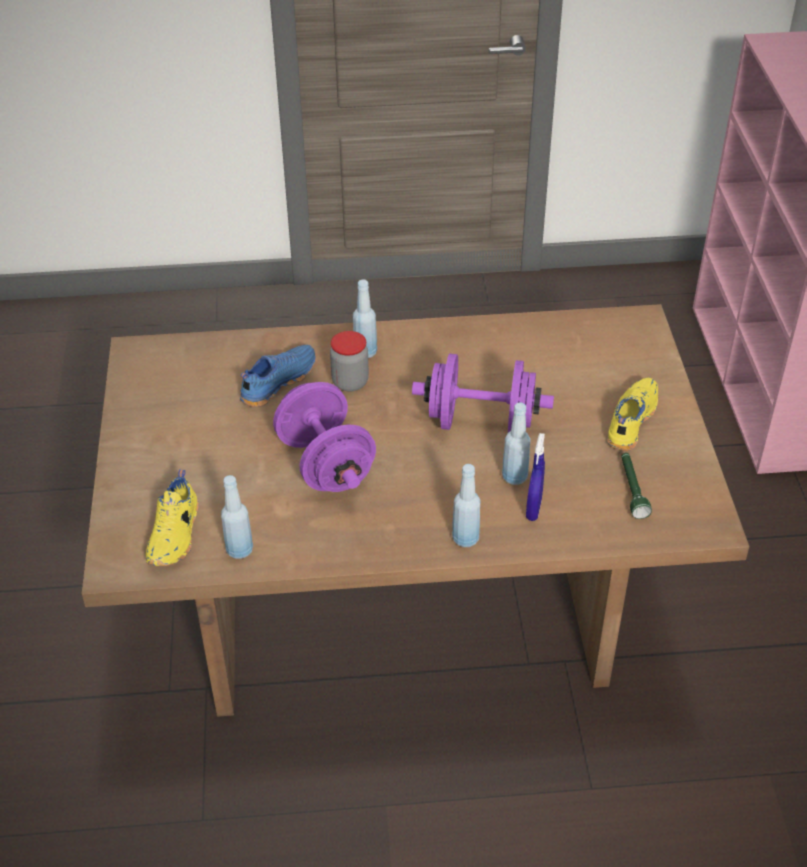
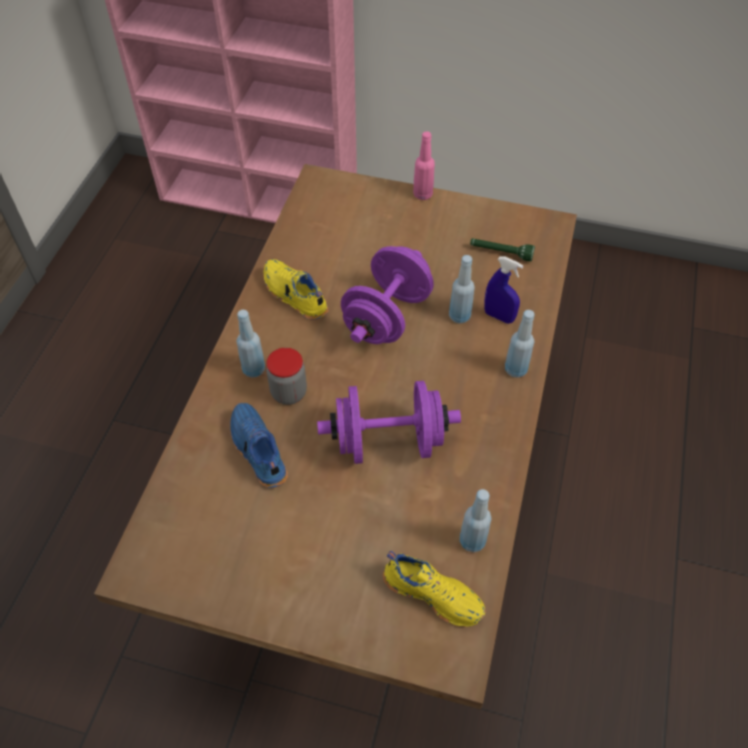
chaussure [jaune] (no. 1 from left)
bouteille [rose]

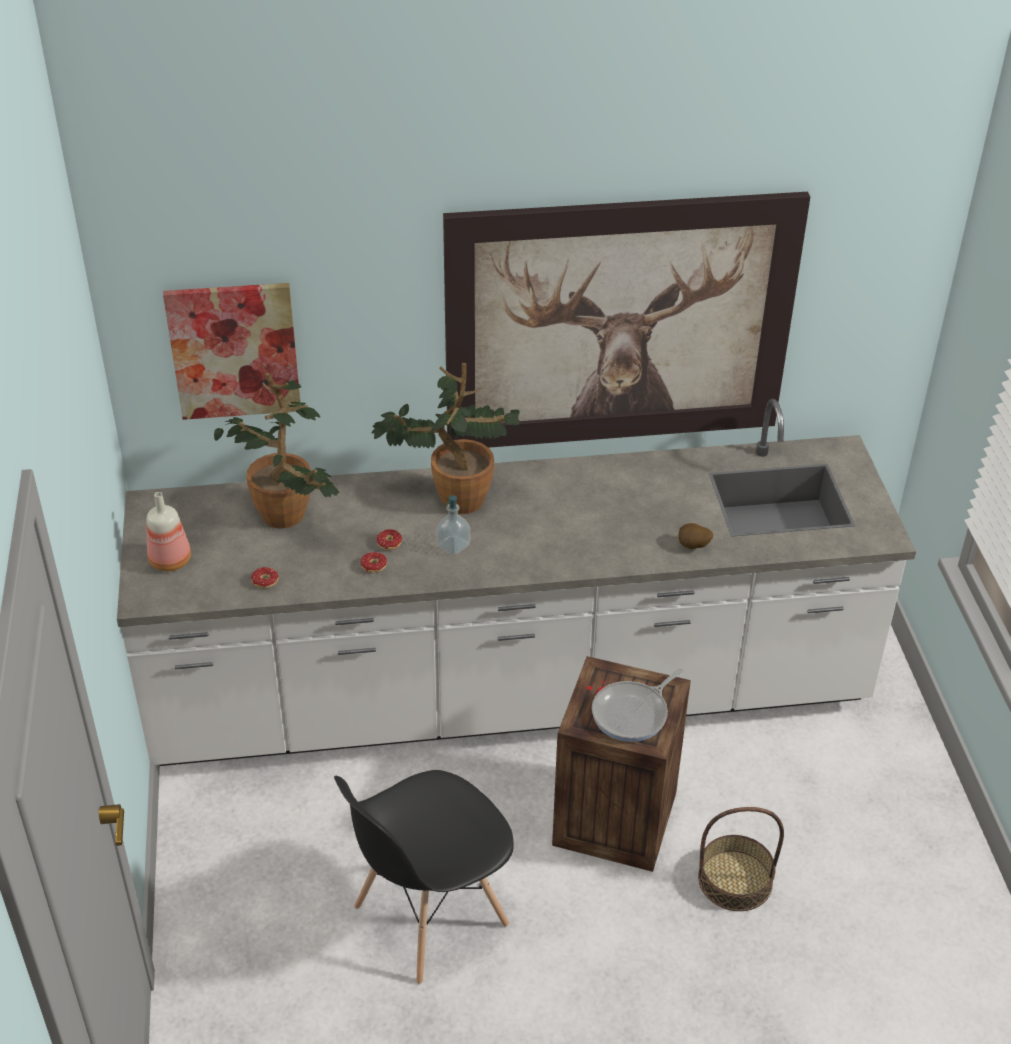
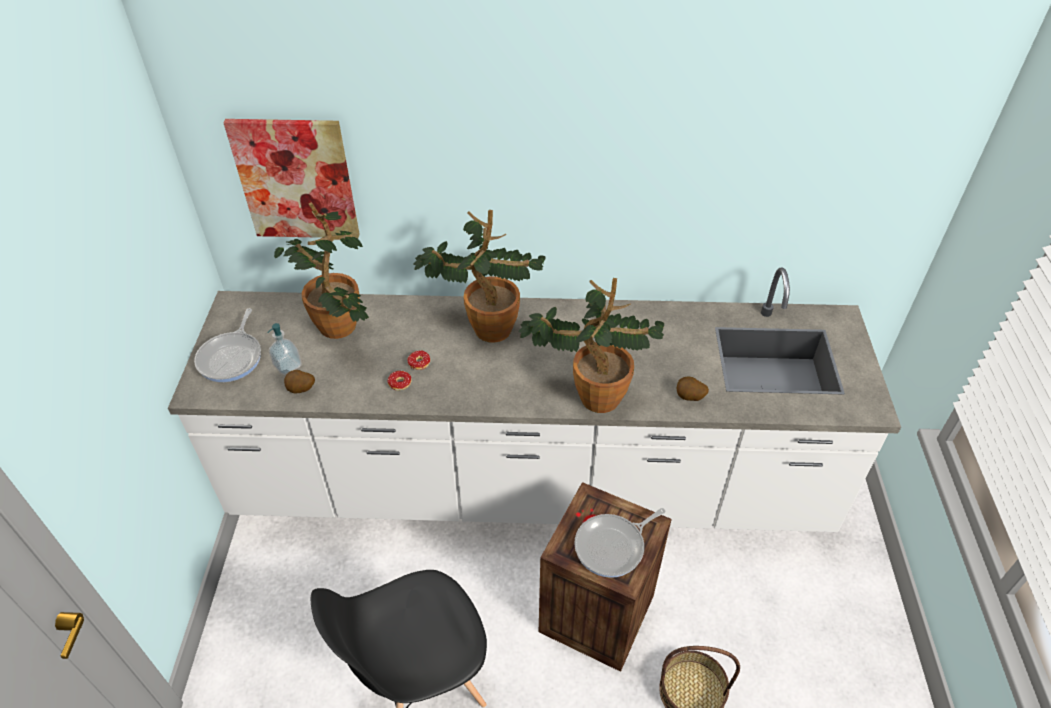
tableau (no. 2 from left in the first image)
poêle (no. 1 from left)
distributeur de savon
pomme de terre (no. 1 from left)
plante en pot (no. 3 from left)

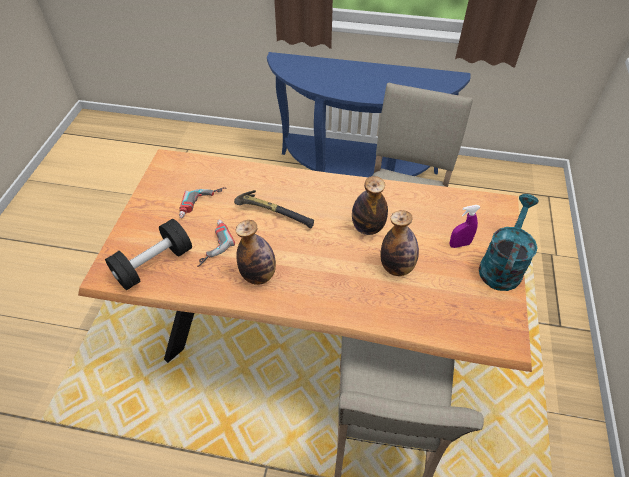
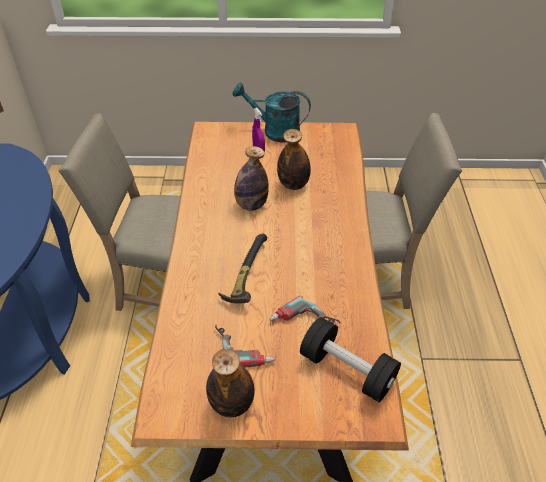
bouteille (no. 1 from left)

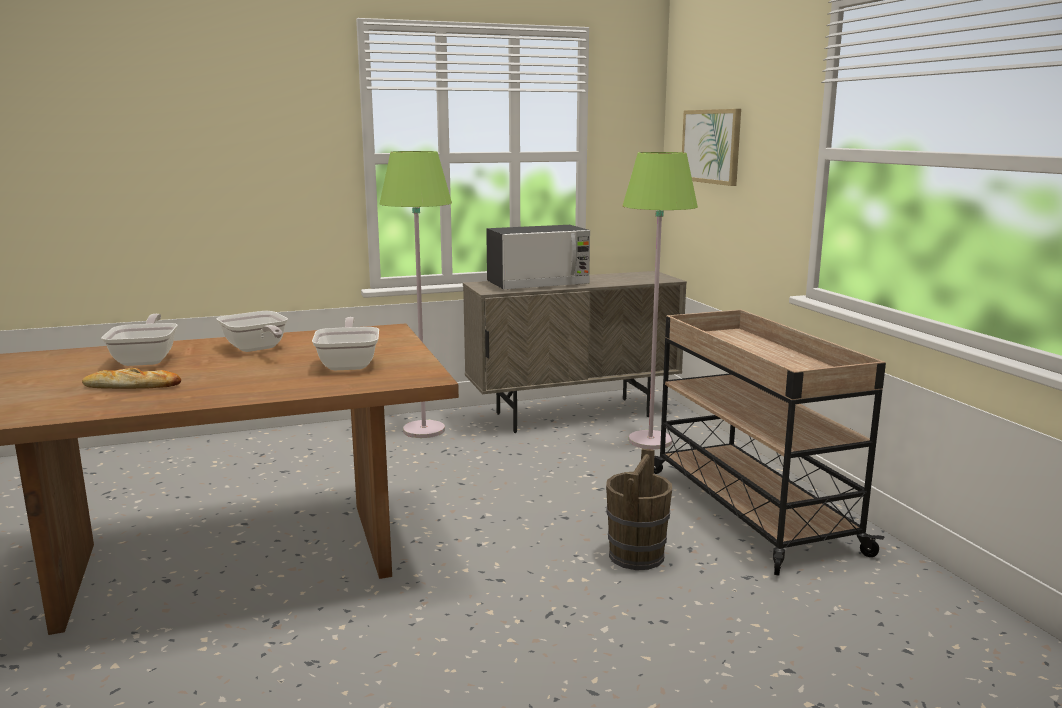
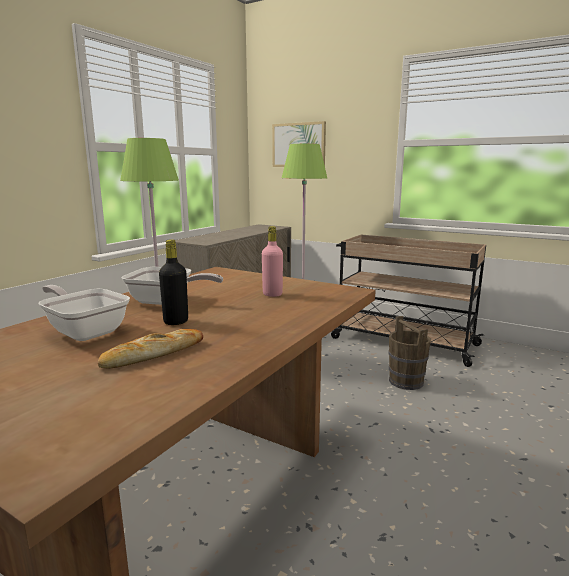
micro-ondes
bouteille [rose]
bouteille [noir]

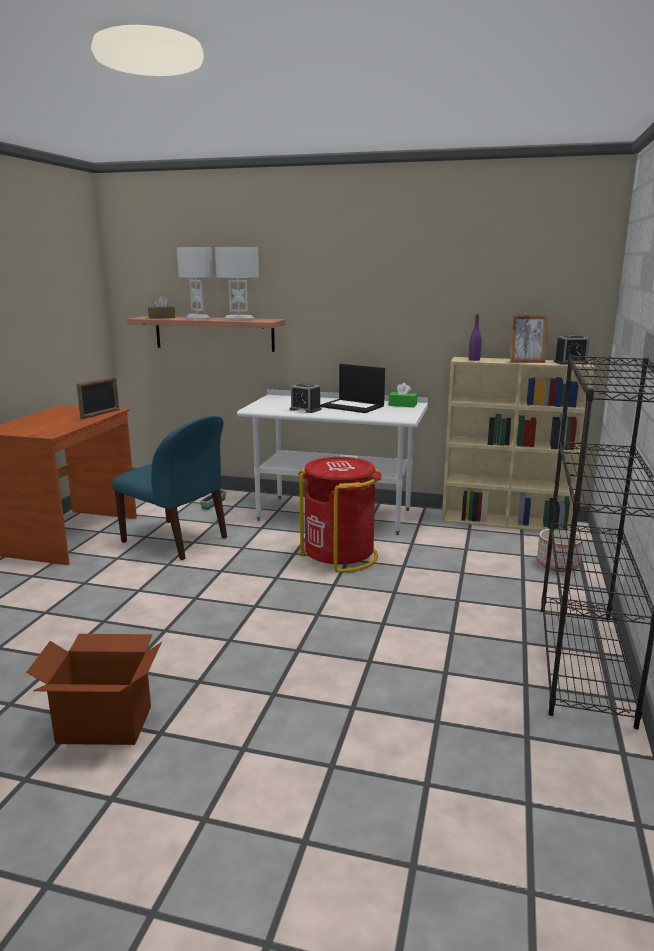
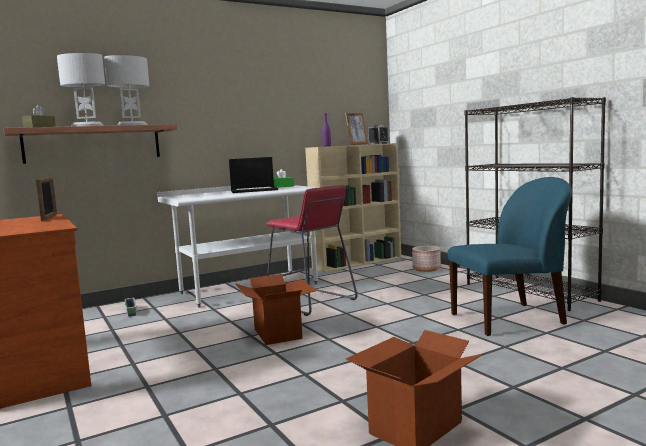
réveil (no. 1 from left in the first image)
chaise [bleu]
tabouret [rouge]
carton (no. 1 from left)

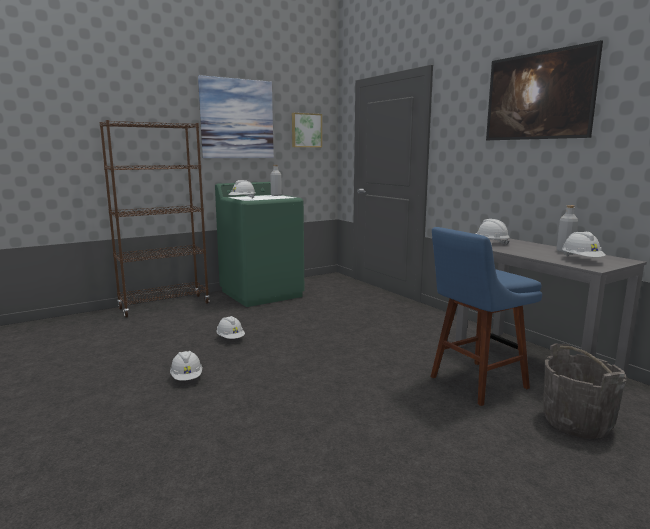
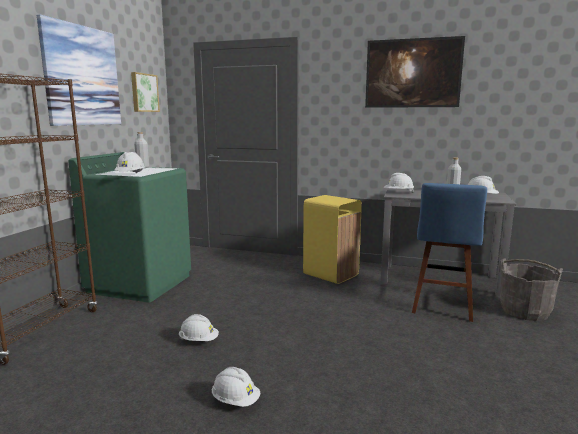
poubelle [jaune]

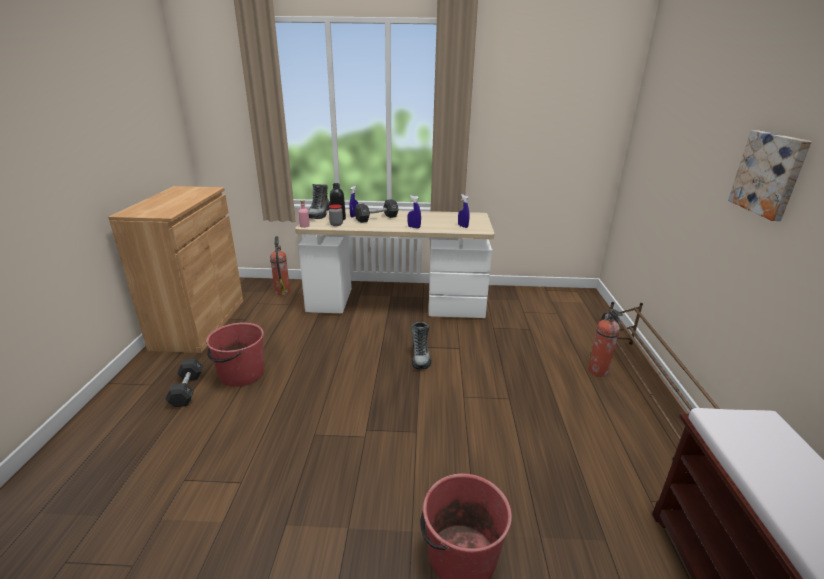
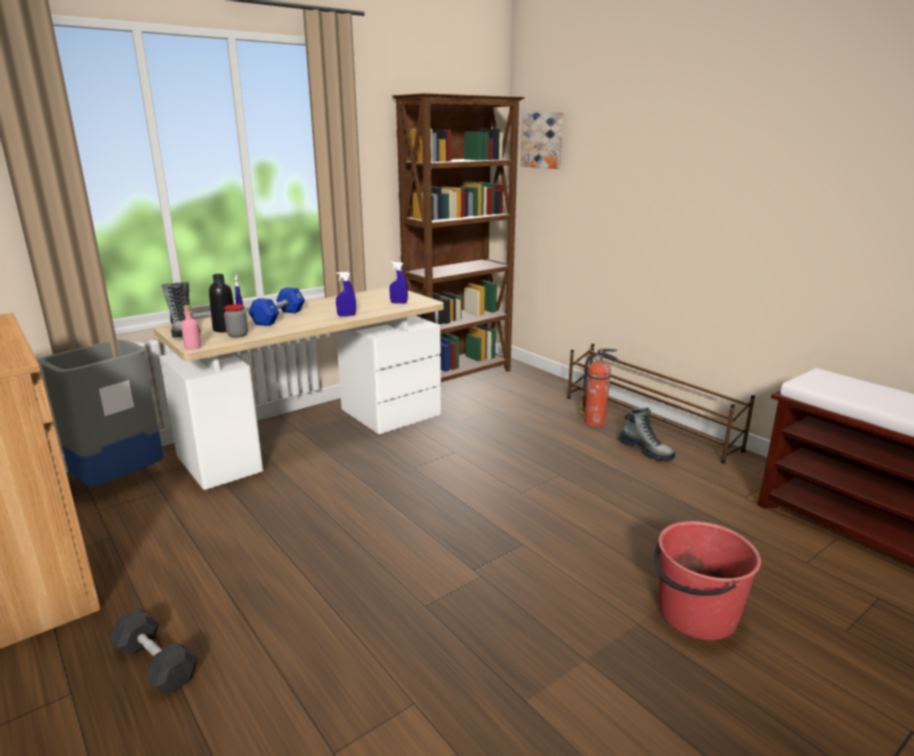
tableau
haltère [bleu]
poubelle [gris]
seau [rouge] (no. 1 from left in the first image)
botte (no. 2 from left)
bibliothèque [marron]

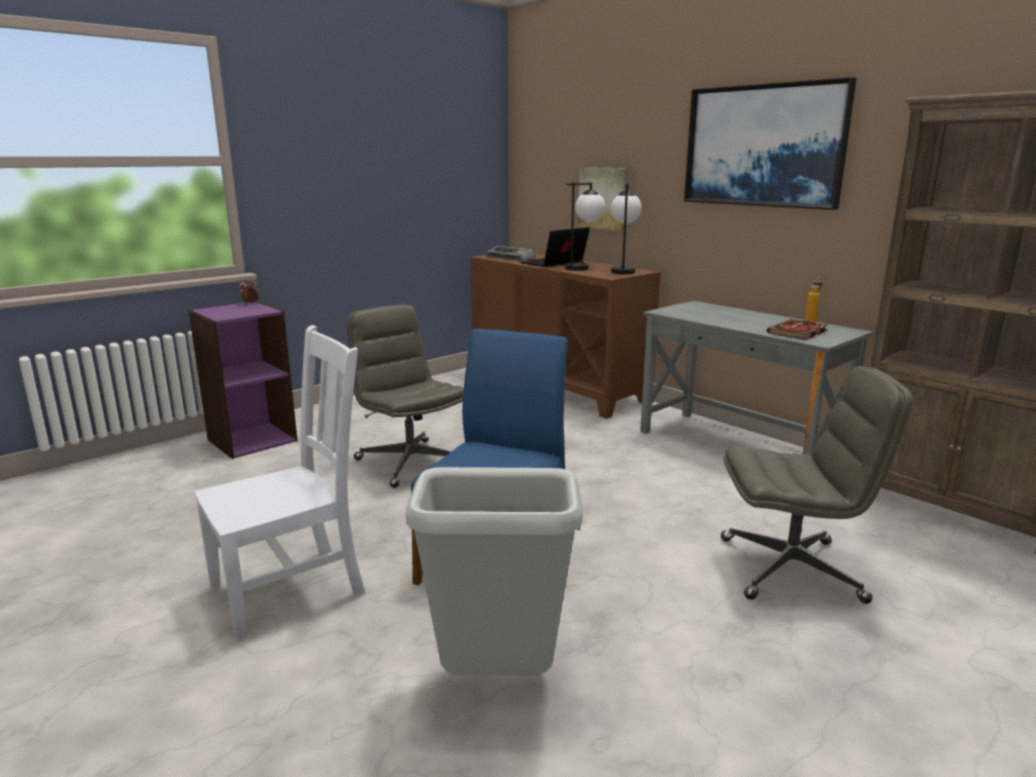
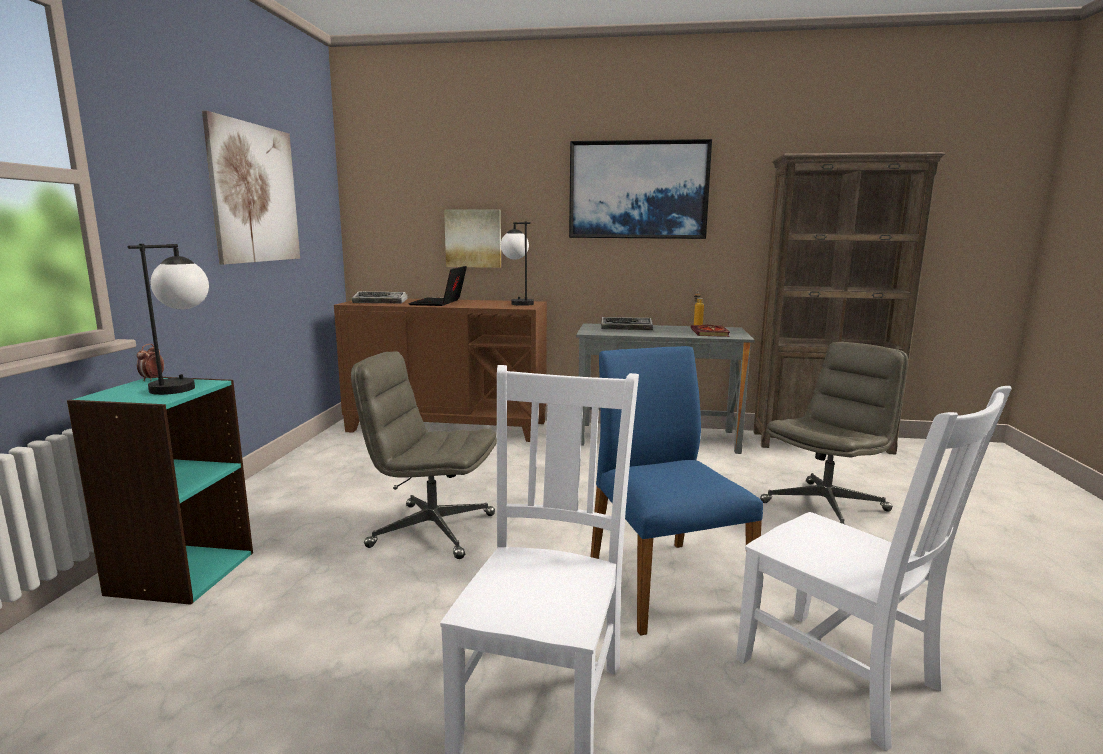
lampe de table (no. 1 from left)
bibliothèque [turquoise]
chaise [blanc] (no. 2 from left)
tableau (no. 1 from left)
clavier (no. 2 from left)

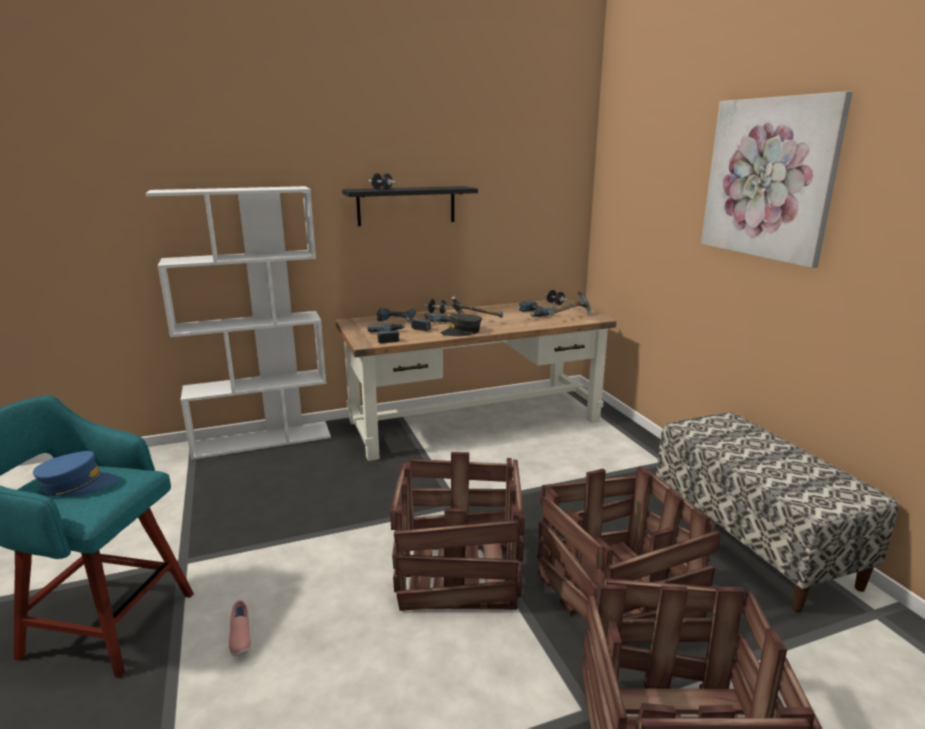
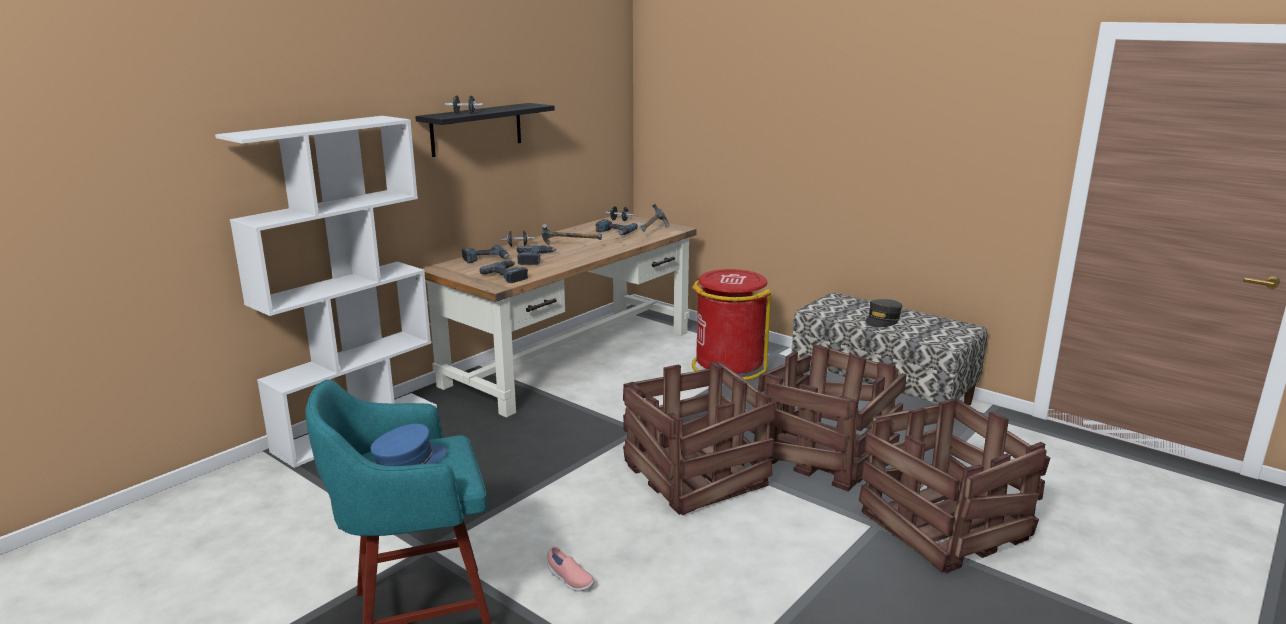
tableau
casquette [gris]
poubelle [rouge]

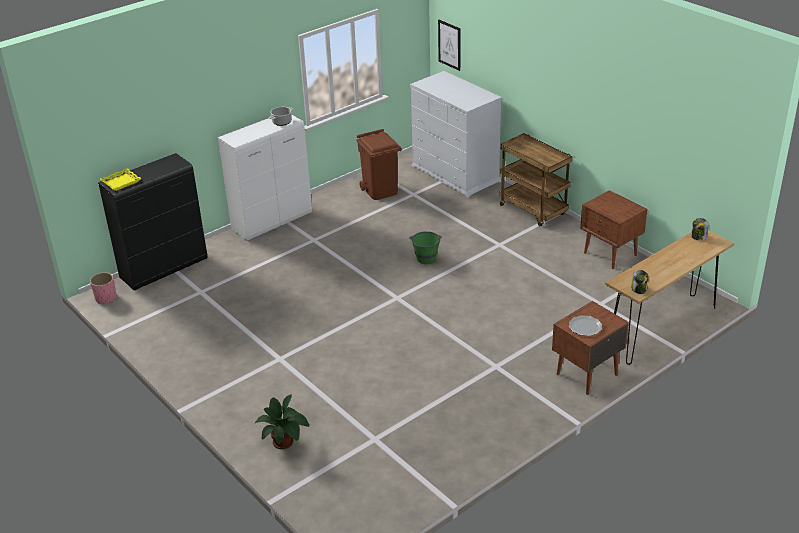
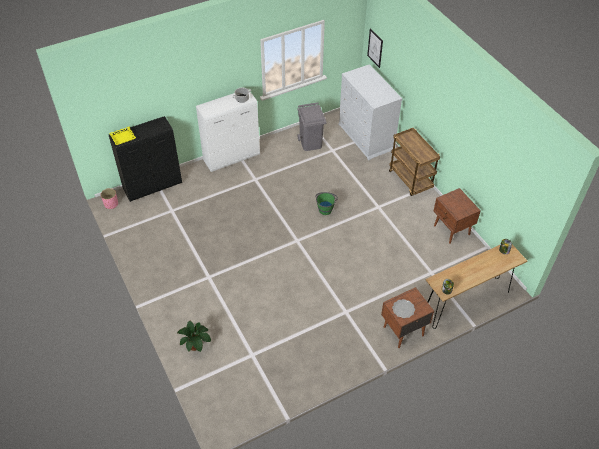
poubelle [gris]

